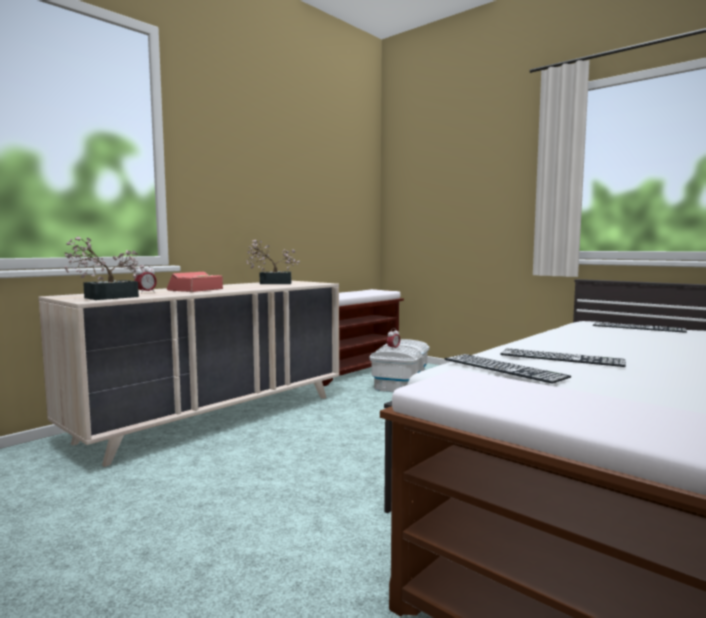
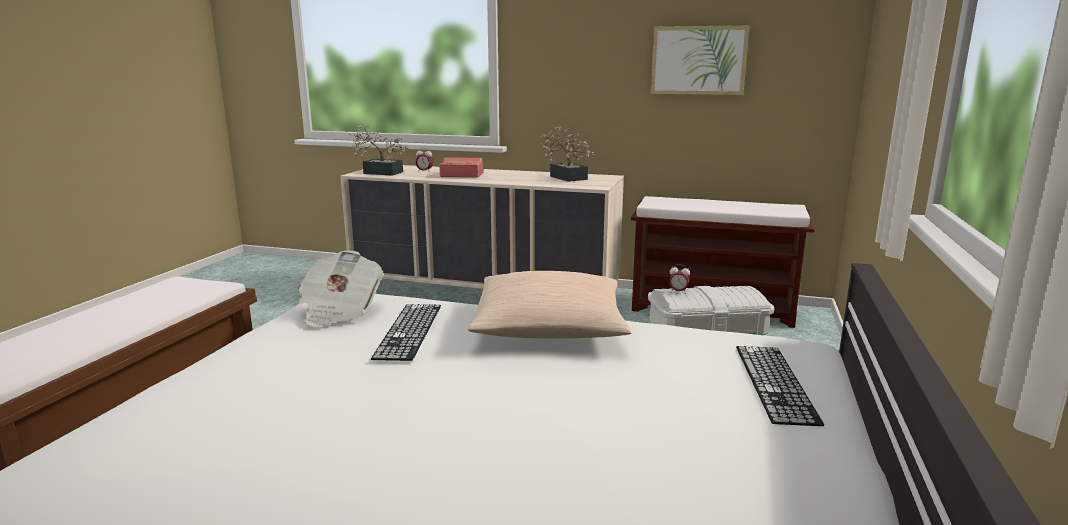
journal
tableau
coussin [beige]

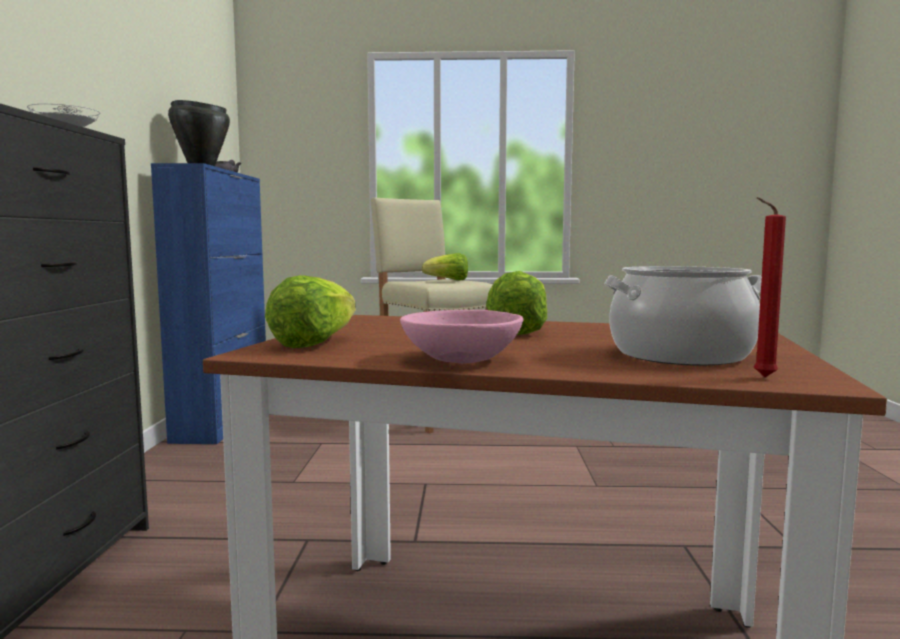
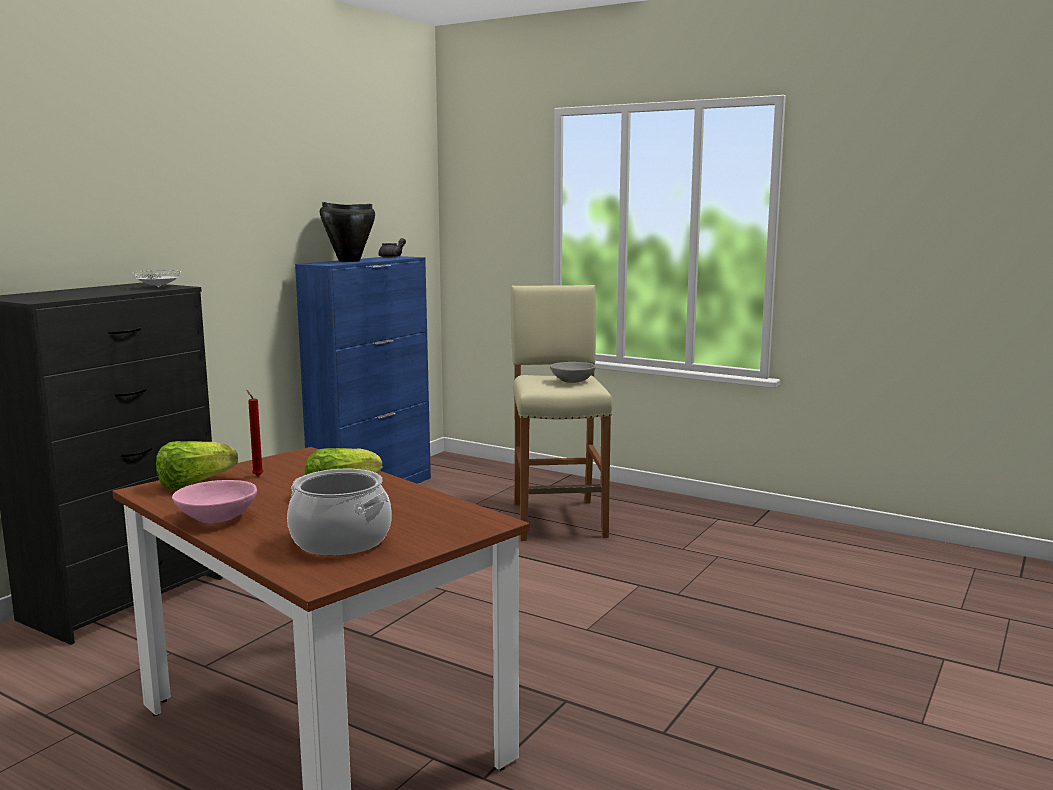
bougie [rouge]
bol [gris]

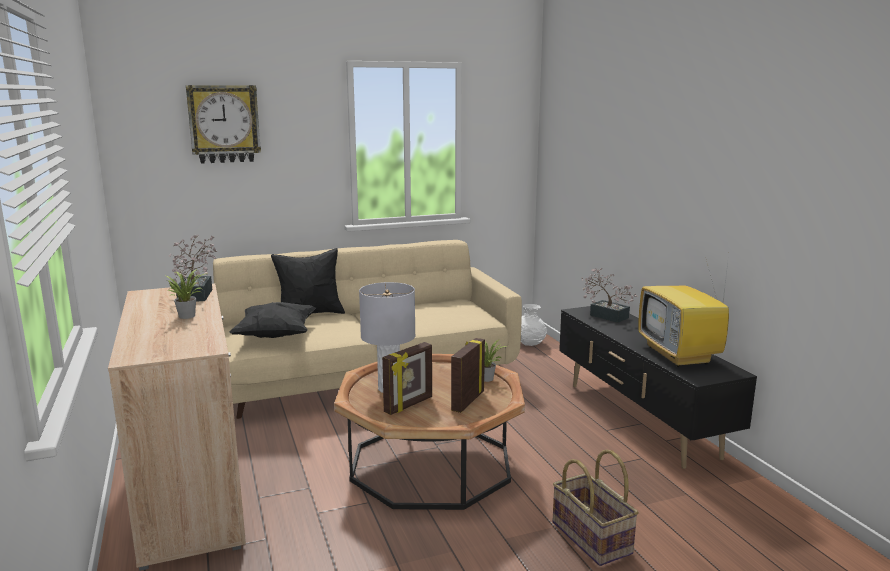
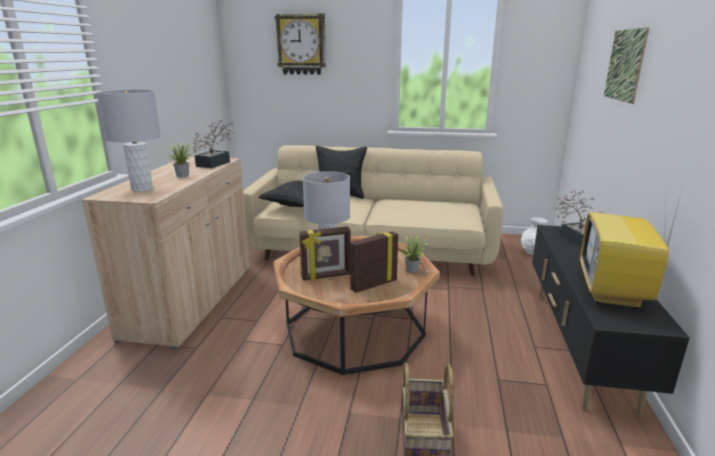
tableau
lampe de table [gris] (no. 1 from left)

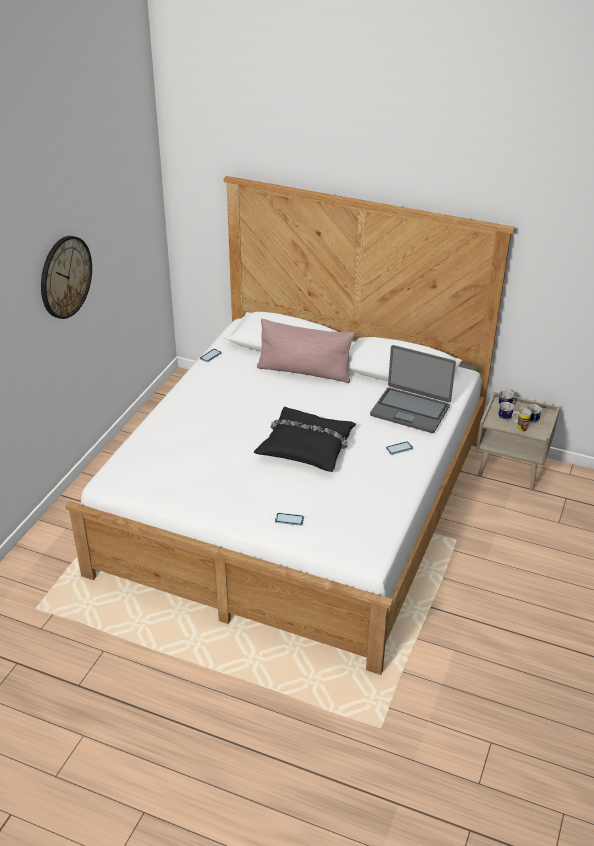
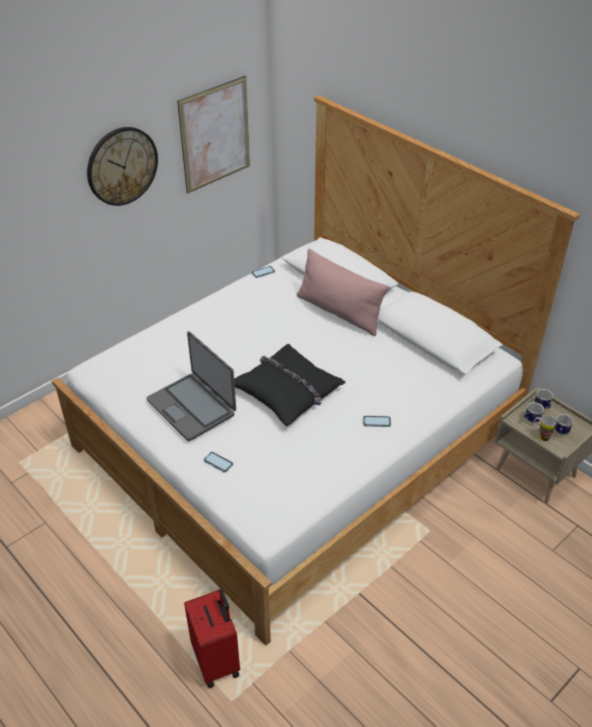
ordinateur portable
tableau
valise [rouge]

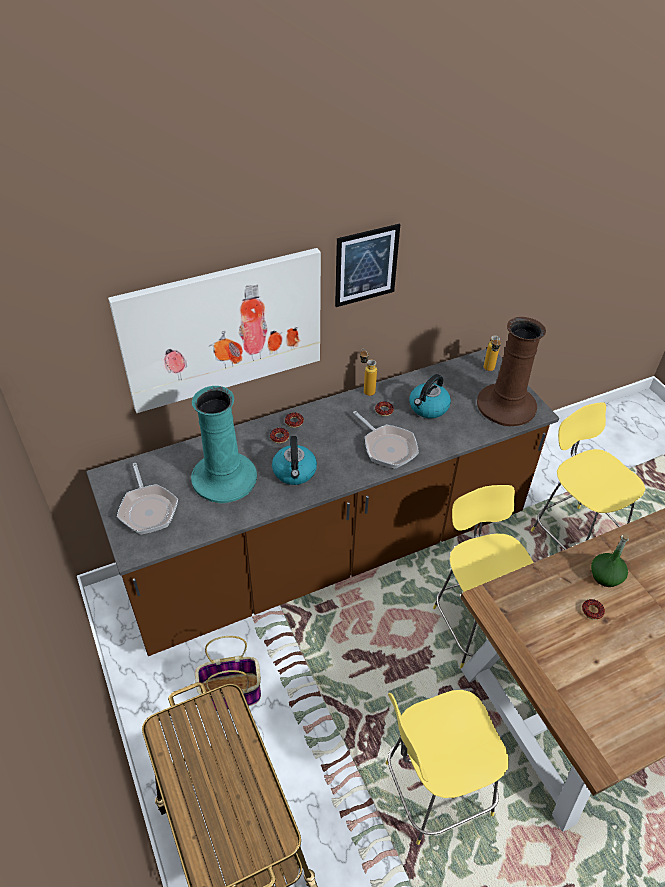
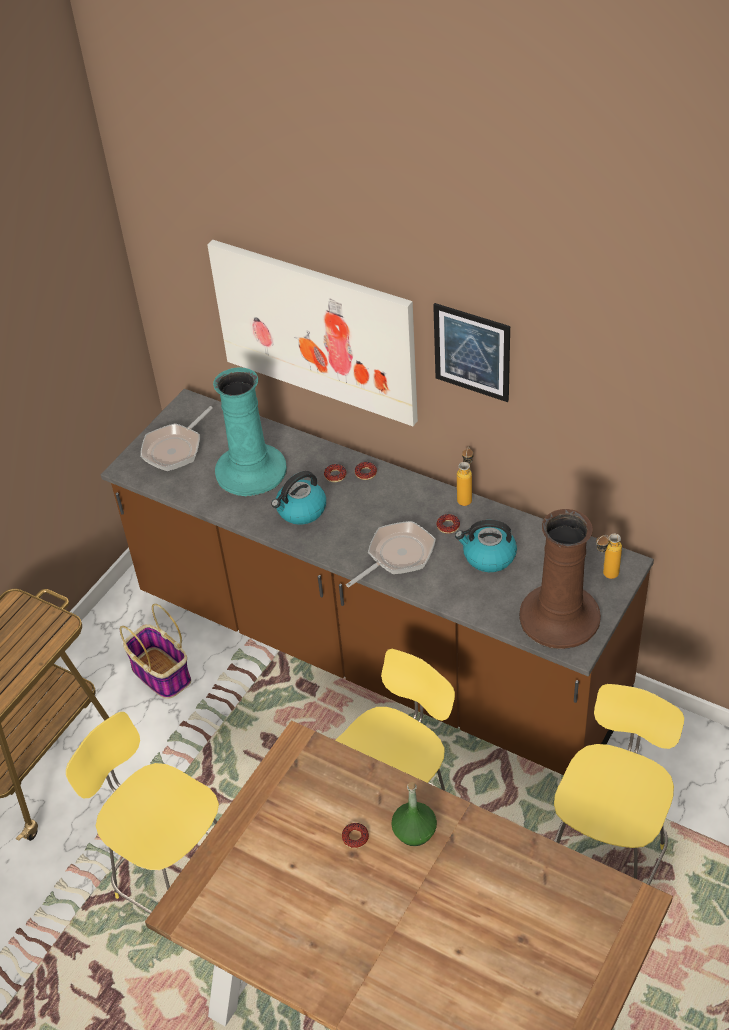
poêle (no. 2 from left)

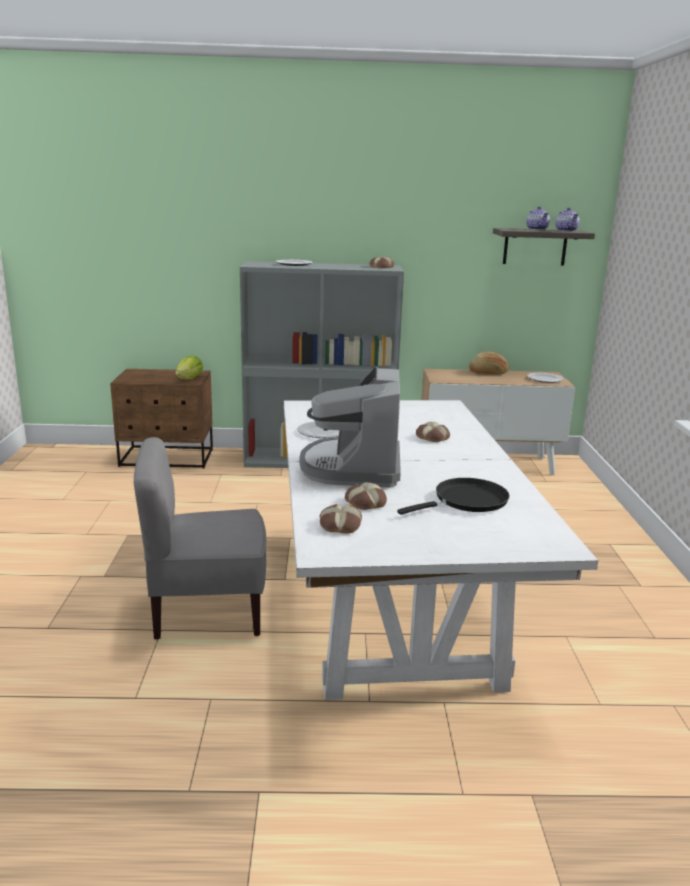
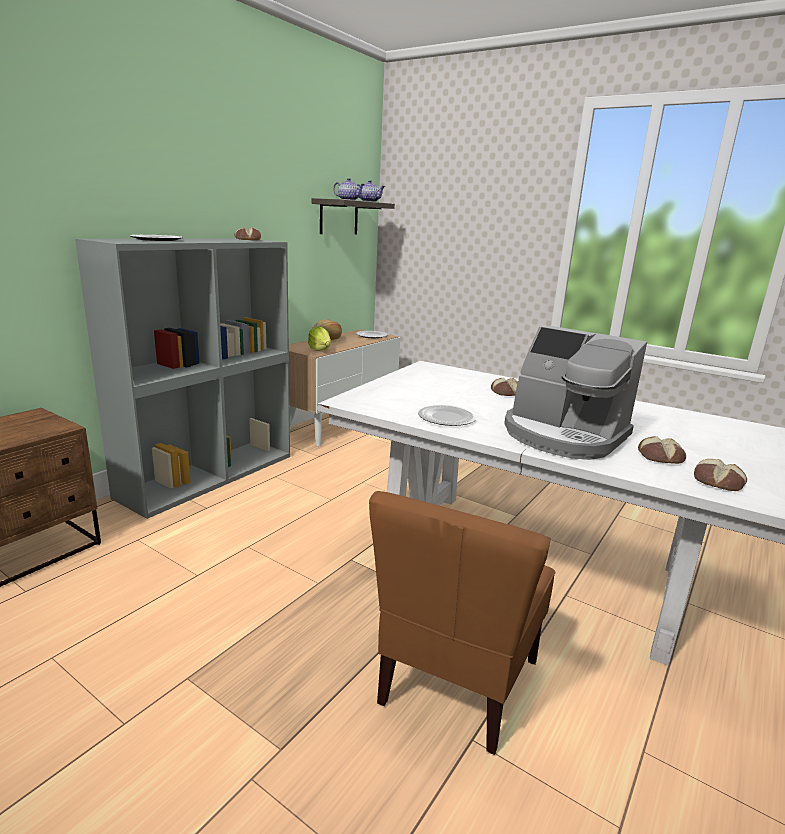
laitue
chaise [marron]
poêle [noir]

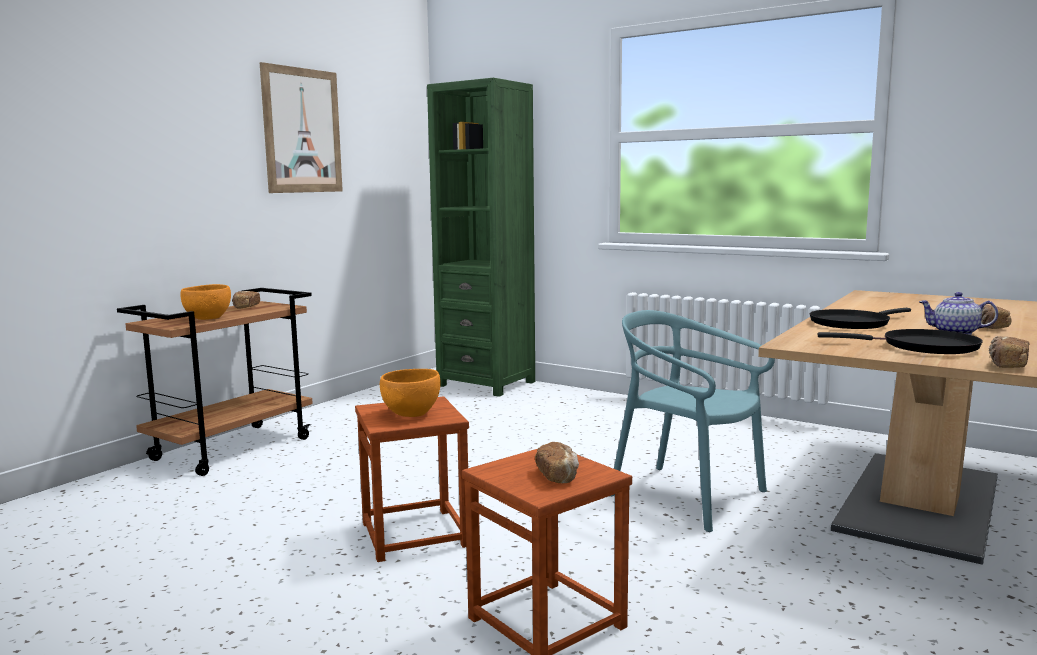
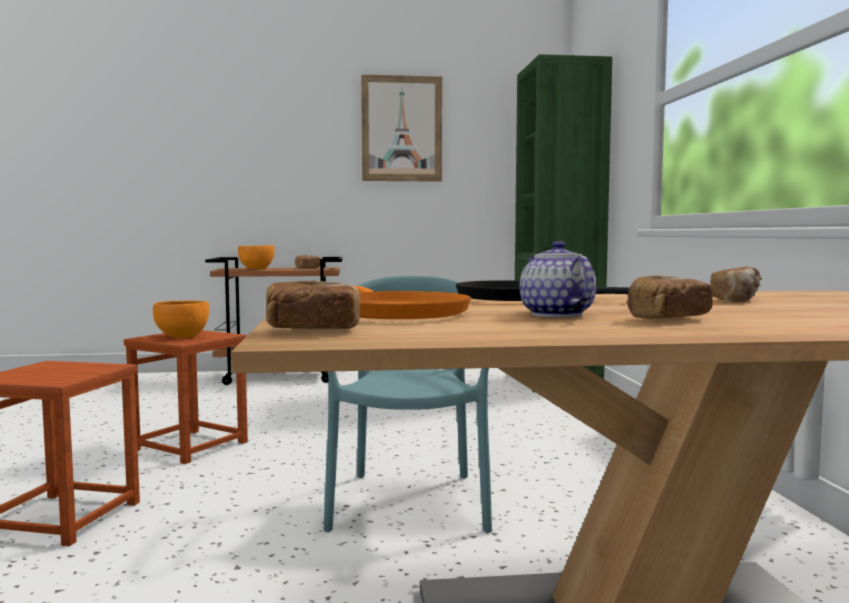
poêle [orange]
pain (no. 4 from left)

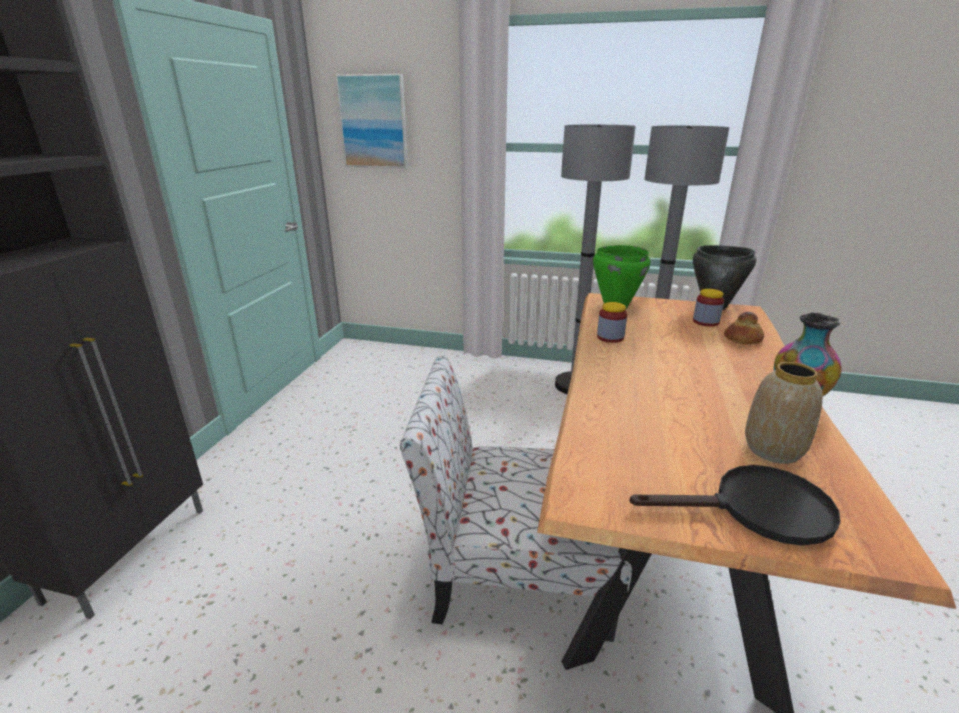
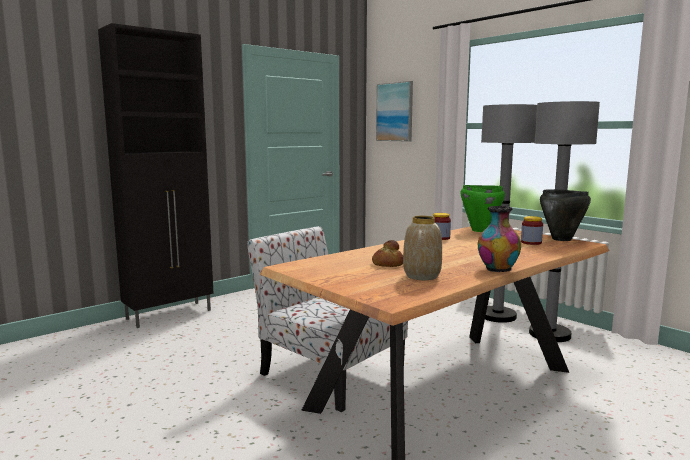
pain
poêle [noir]

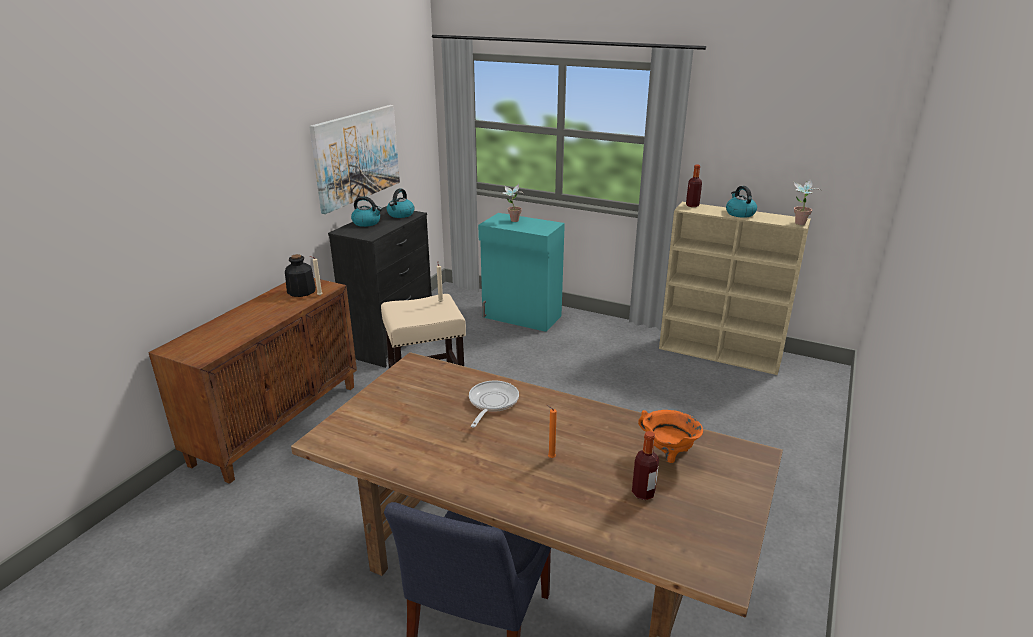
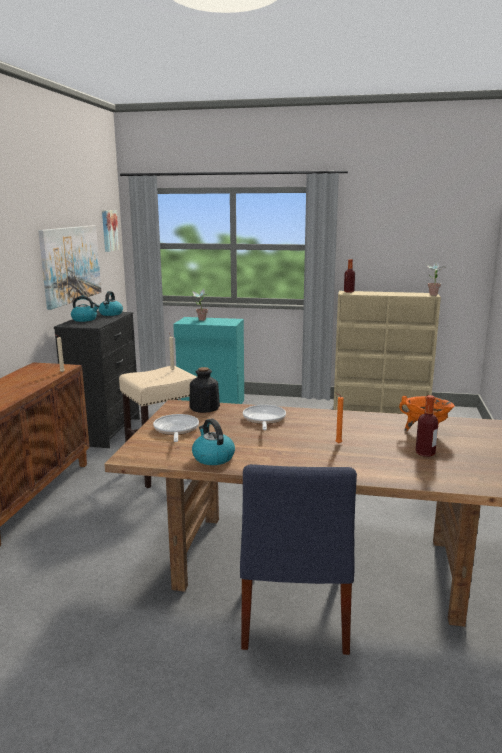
bouilloire (no. 3 from left)
bouteille (no. 1 from left)
tableau (no. 2 from left)
poêle (no. 1 from left)

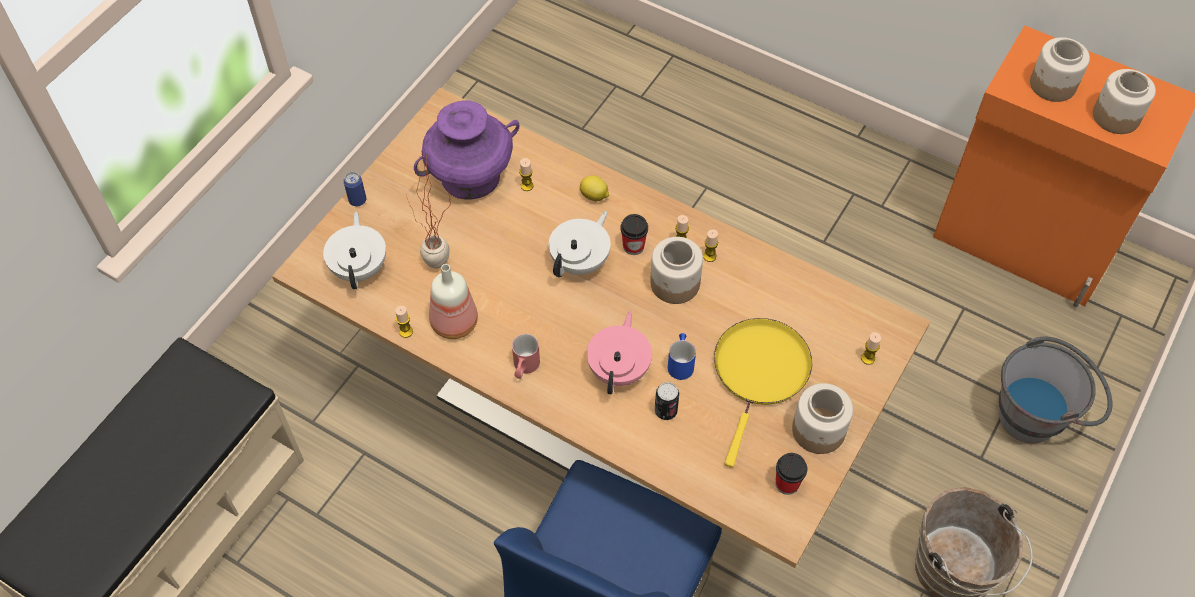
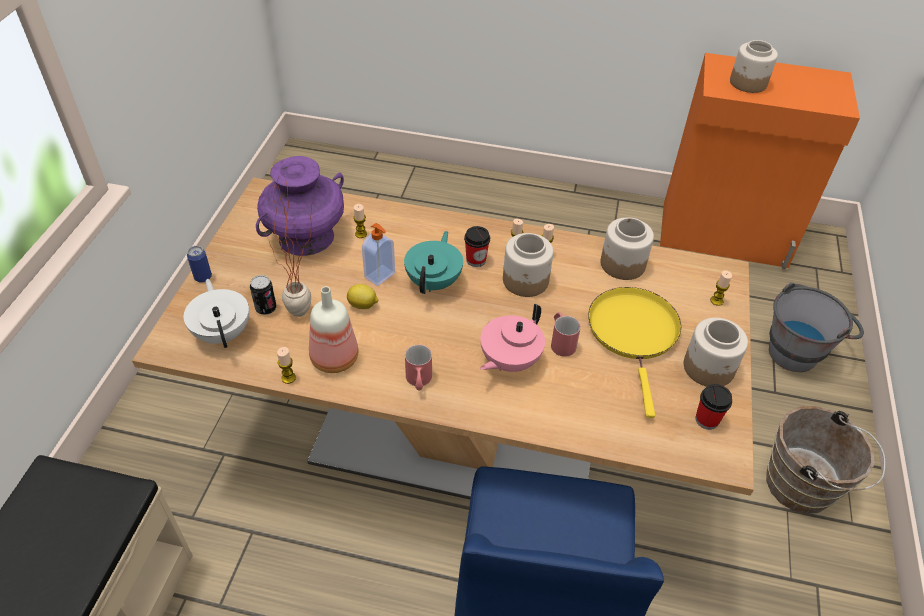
bocal (no. 2 from left)
citron
théière [turquoise]
théière [rose]
mug [rouge] (no. 2 from left)
boîte métallique (no. 2 from left)
distributeur de savon

